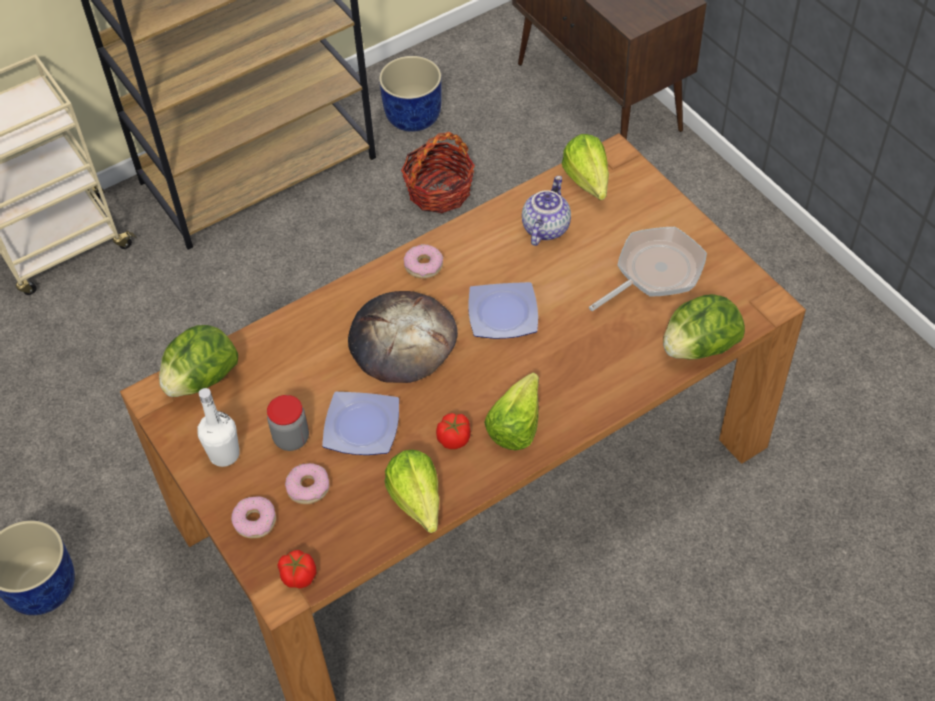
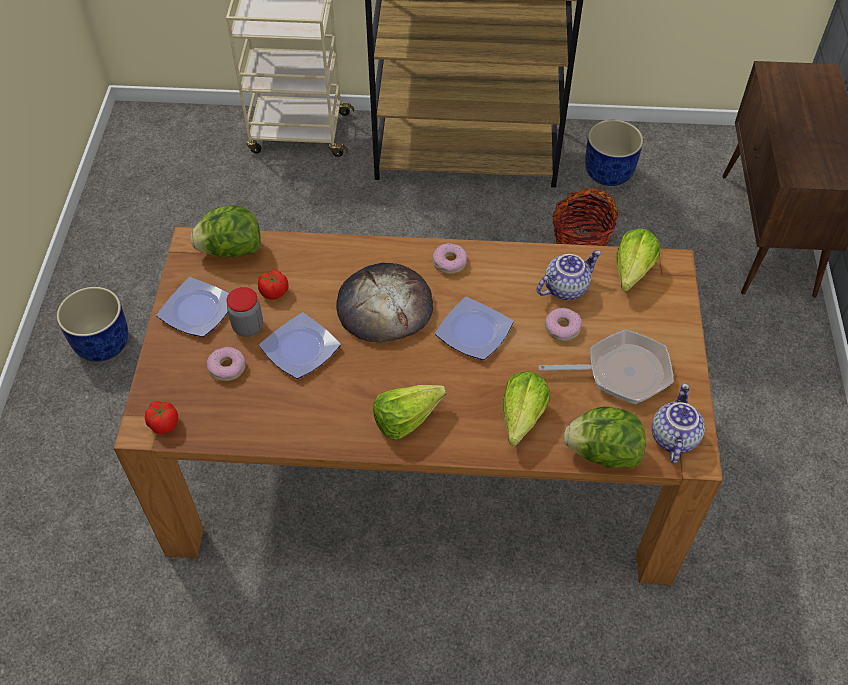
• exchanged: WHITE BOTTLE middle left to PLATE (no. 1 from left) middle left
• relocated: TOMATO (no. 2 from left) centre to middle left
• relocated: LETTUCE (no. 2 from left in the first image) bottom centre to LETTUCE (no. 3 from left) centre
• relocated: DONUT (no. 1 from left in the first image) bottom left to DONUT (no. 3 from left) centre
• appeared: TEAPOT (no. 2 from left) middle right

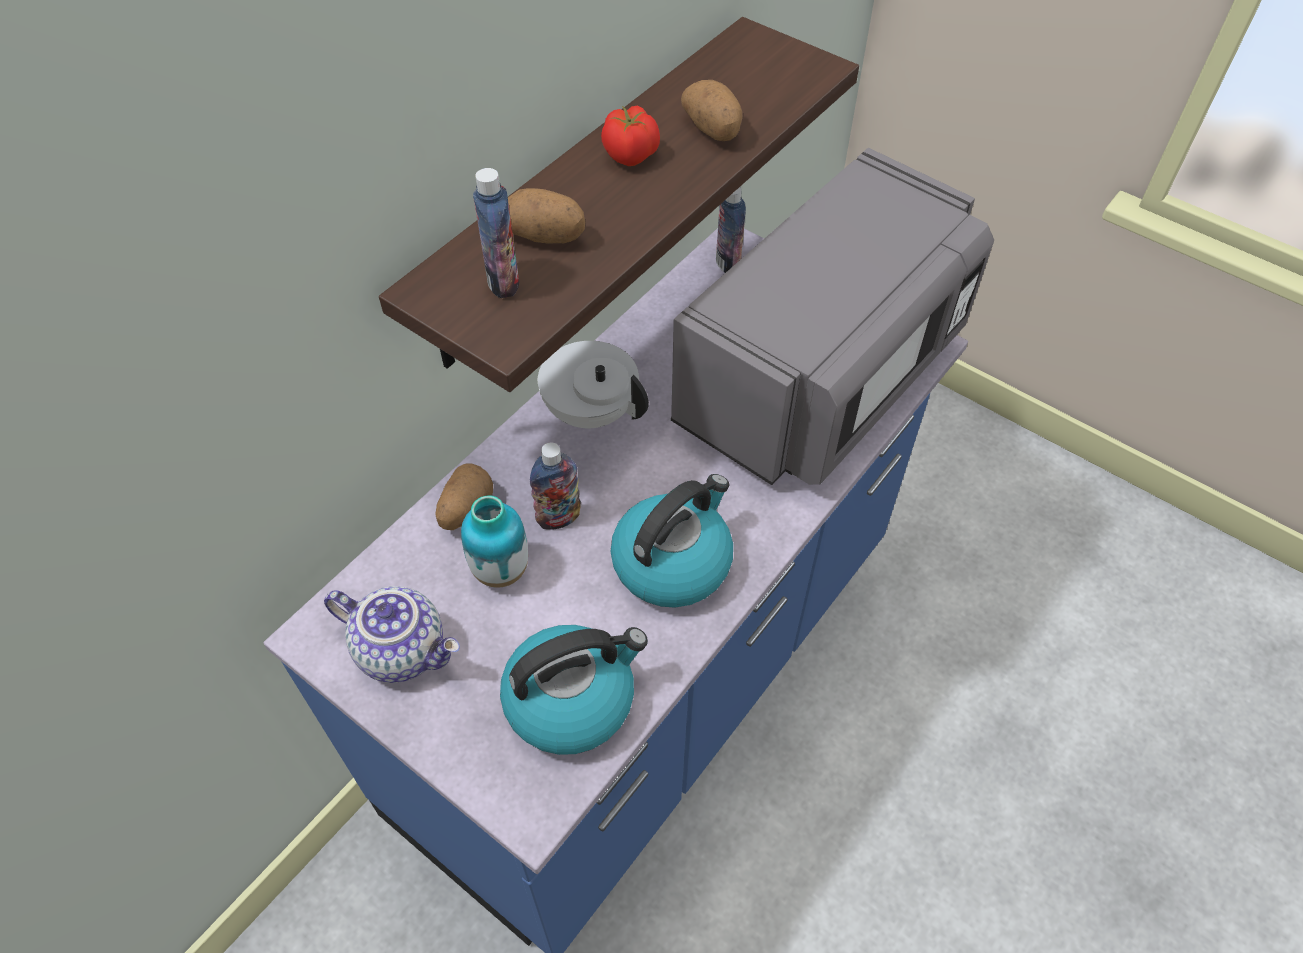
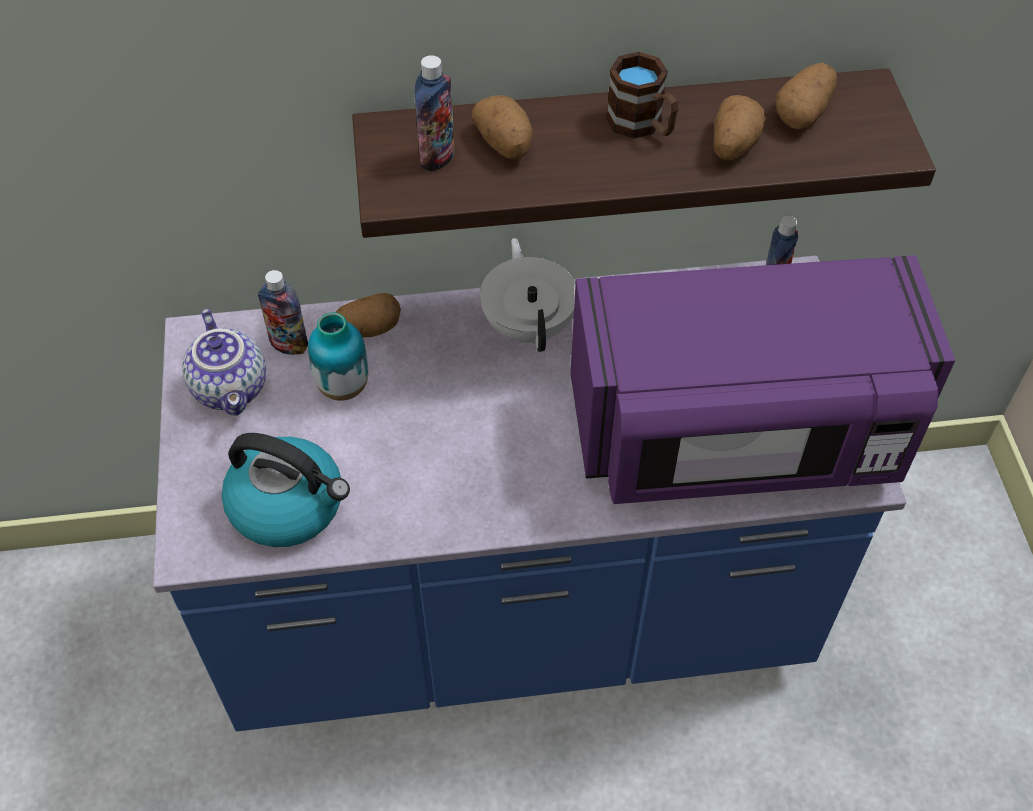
• exchanged: TOMATO top centre to BROWN MUG top centre
• colour: GREY MICROWAVE top centre to PURPLE MICROWAVE middle right
• relocated: BOTTLE (no. 2 from left in the first image) centre to BOTTLE (no. 1 from left) middle left
• missing: KETTLE (no. 2 from left) centre
• appeared: POTATO (no. 4 from left) top right

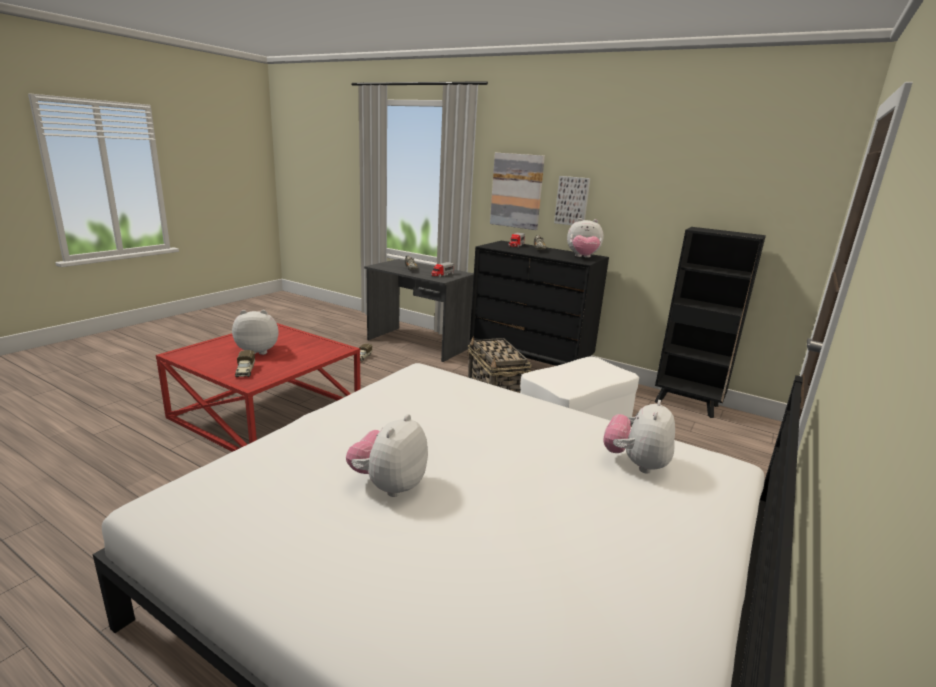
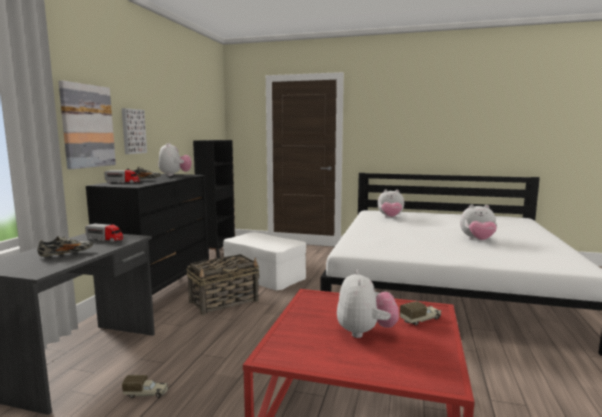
• spun: PLUSH TOY (no. 1 from left in the first image) middle left = bottom centre 150 degrees counterclockwise

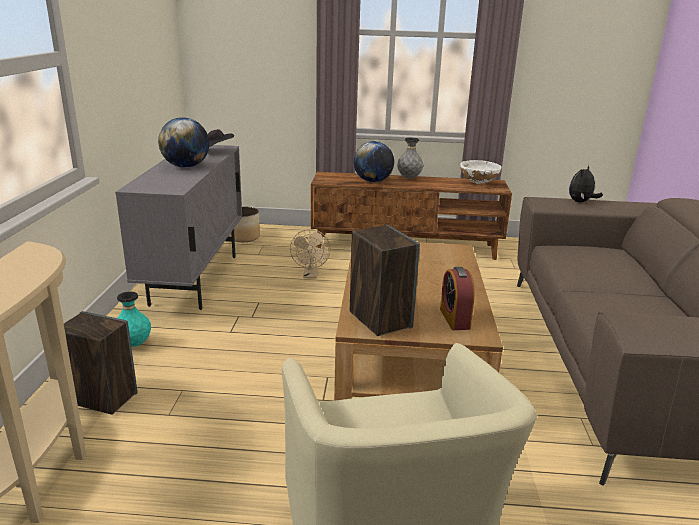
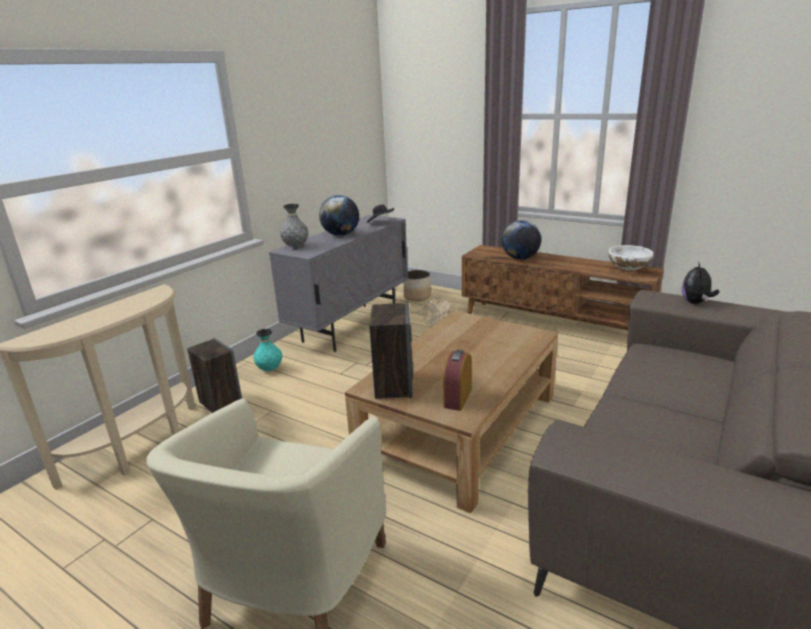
• relocated: GREY VASE top centre to centre
• spun: PLUSH TOY middle right = middle right 45 degrees counterclockwise

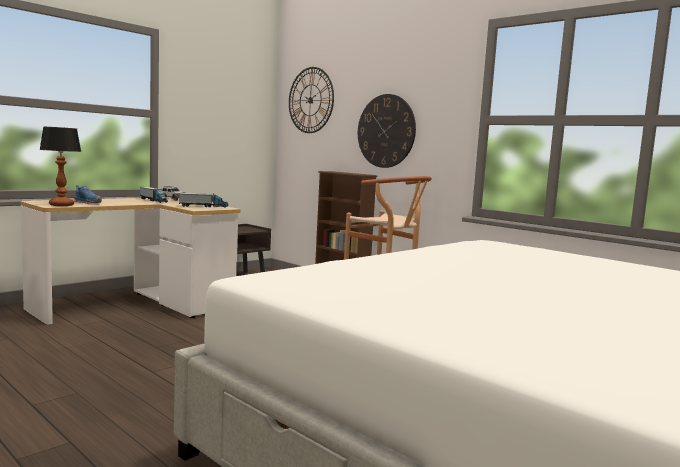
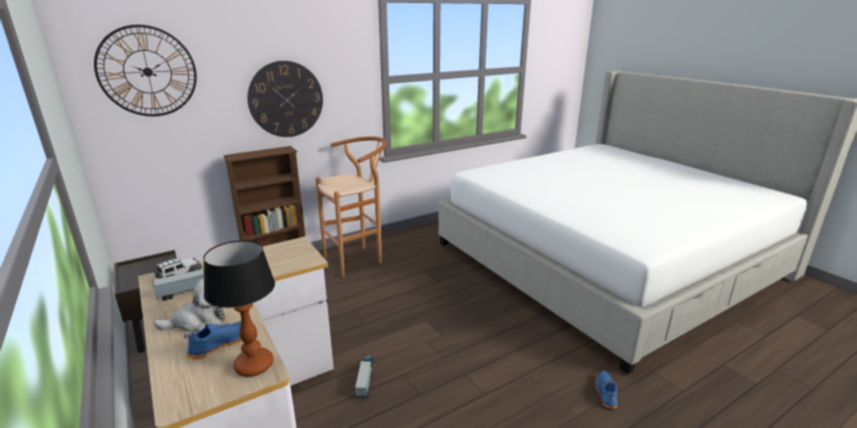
• relocated: TOY TRUCK (no. 2 from left) middle left to bottom centre
• appeared: PLUSH TOY bottom left
• appeared: BLUE SHOE (no. 2 from left) bottom right

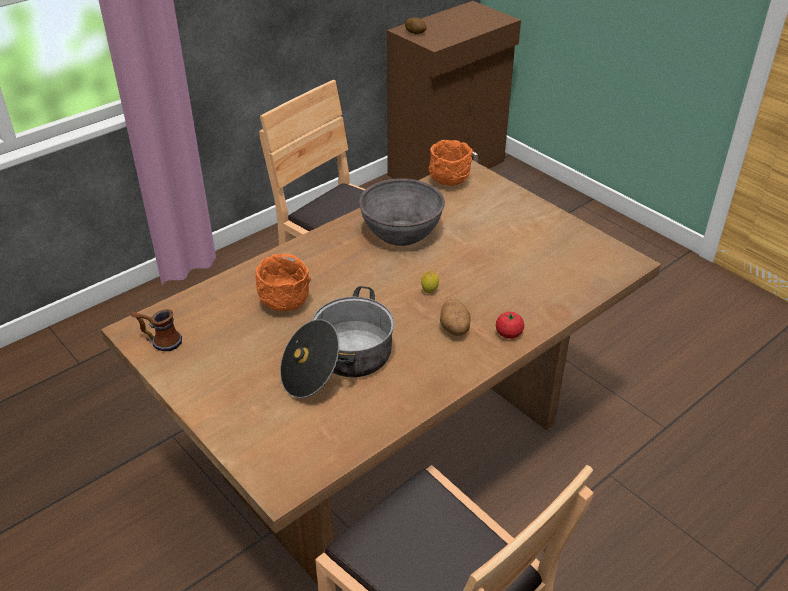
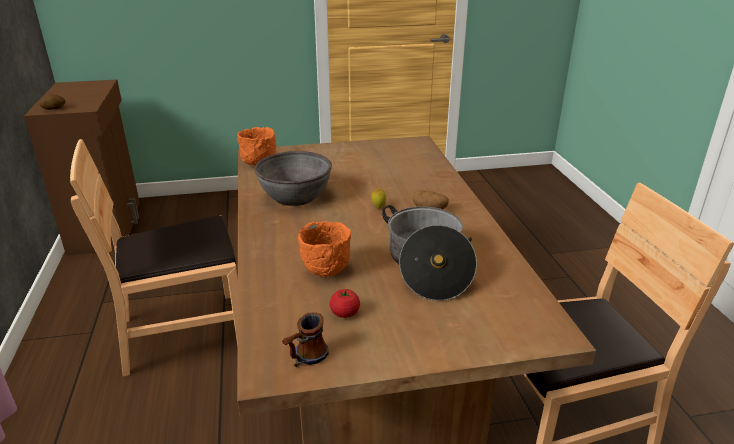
• relocated: TOMATO centre to bottom centre

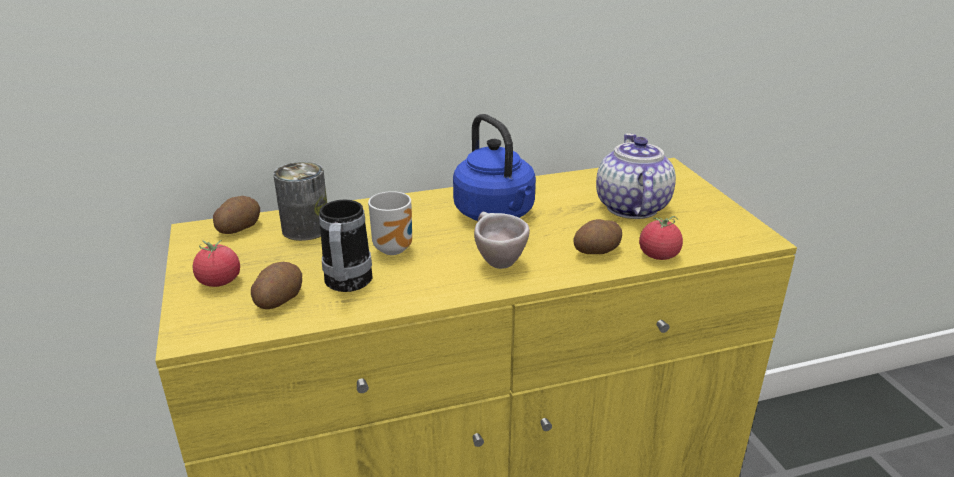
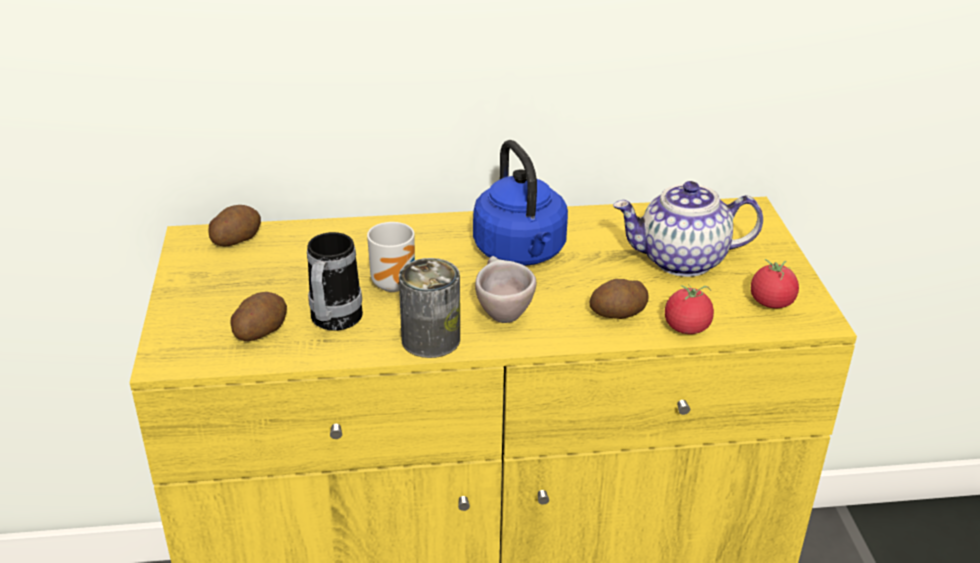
• spun: TEAPOT middle right = middle right 105 degrees counterclockwise
• relocated: CAN middle left to centre
• relocated: TOMATO (no. 1 from left in the first image) middle left to TOMATO (no. 2 from left) middle right

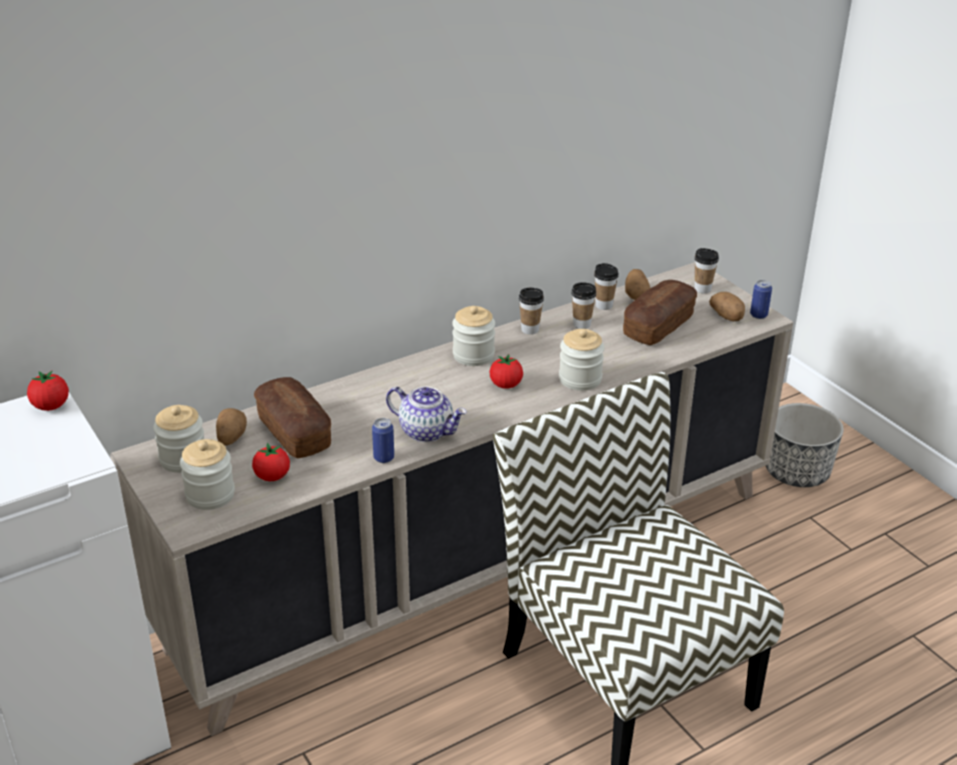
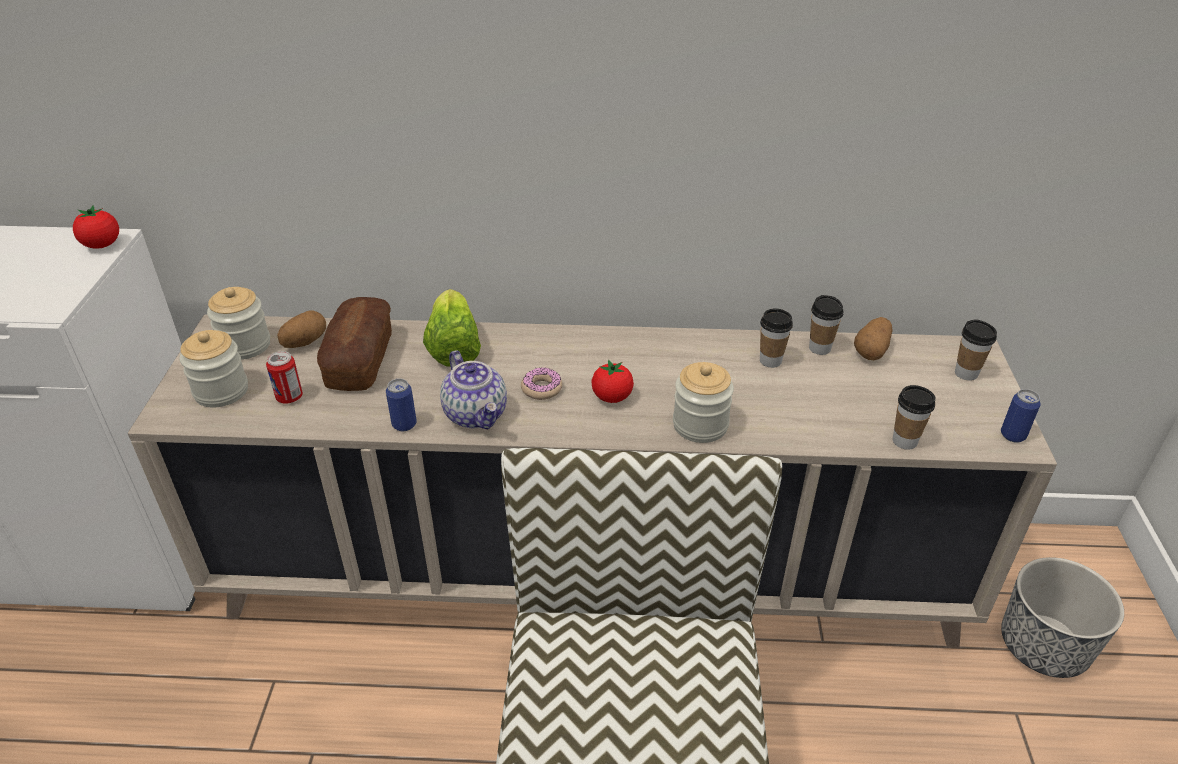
• missing: BREAD (no. 2 from left) middle right
• relocated: CUP (no. 1 from left in the first image) centre to CUP (no. 3 from left) middle right
• missing: POTATO (no. 3 from left) middle right
• missing: JAR (no. 3 from left) centre
• exchanged: TOMATO (no. 2 from left) middle left to CAN (no. 1 from left) middle left
• appeared: LETTUCE centre
• appeared: DONUT centre

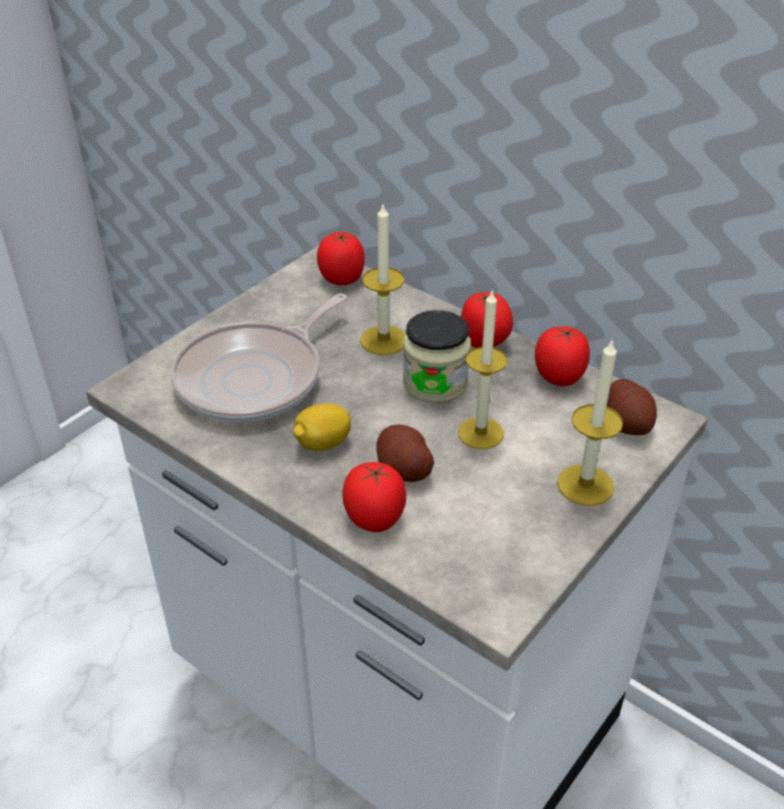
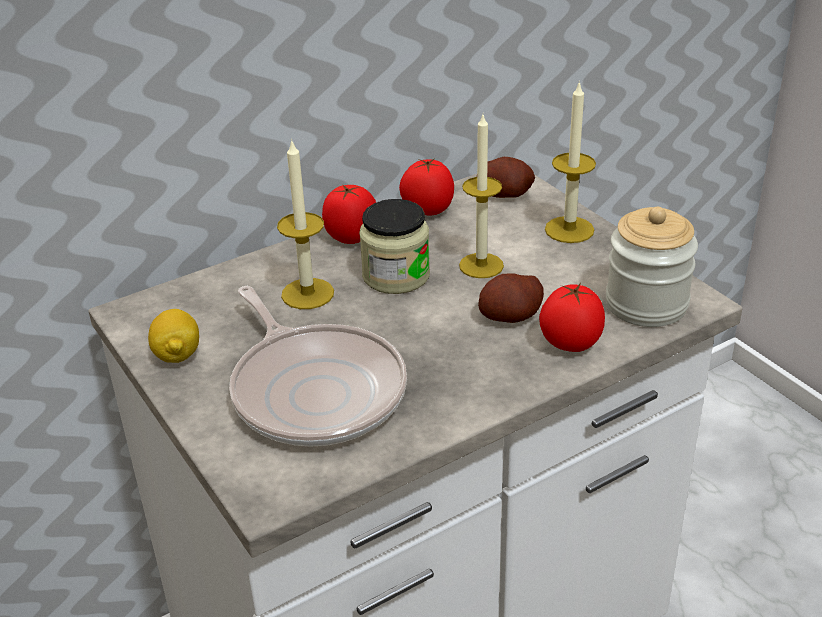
• missing: TOMATO (no. 1 from left) top centre
• relocated: LEMON centre to middle left
• appeared: JAR (no. 2 from left) middle right

